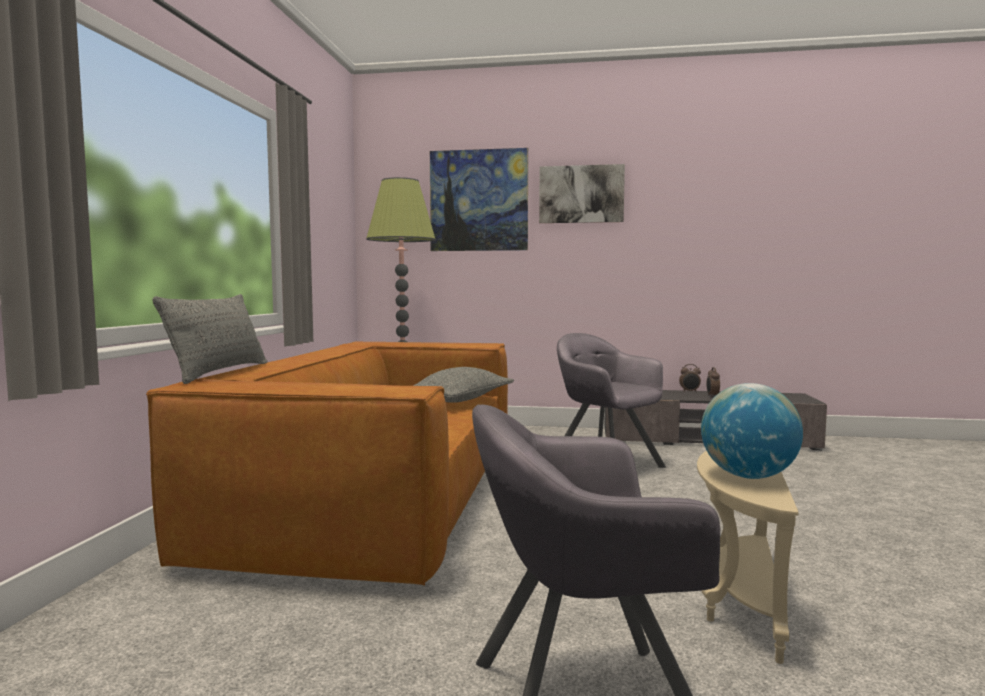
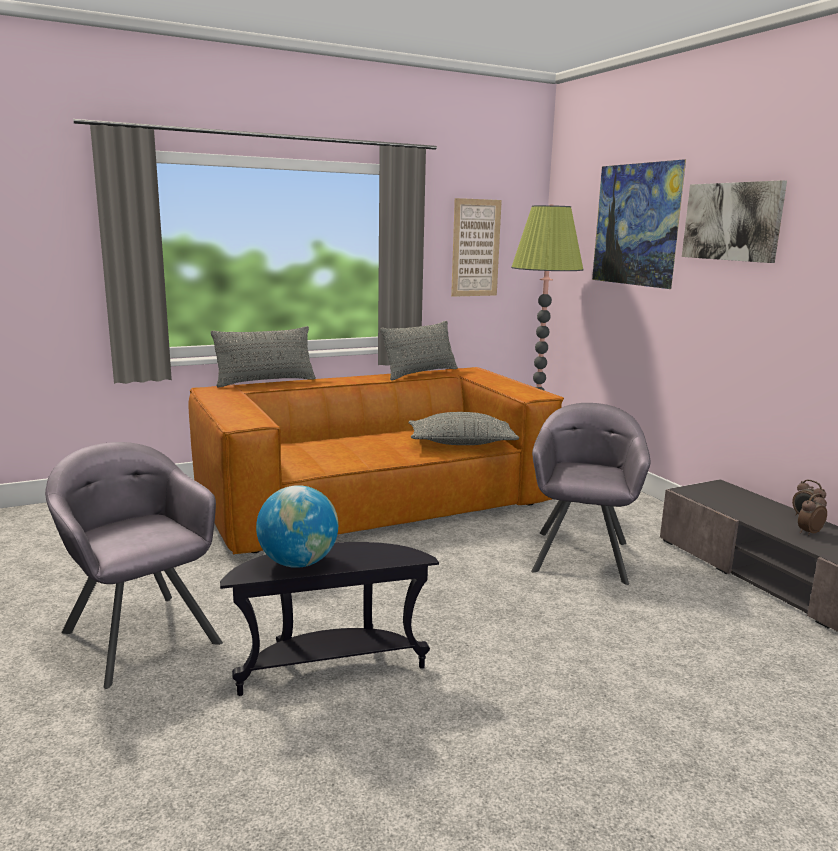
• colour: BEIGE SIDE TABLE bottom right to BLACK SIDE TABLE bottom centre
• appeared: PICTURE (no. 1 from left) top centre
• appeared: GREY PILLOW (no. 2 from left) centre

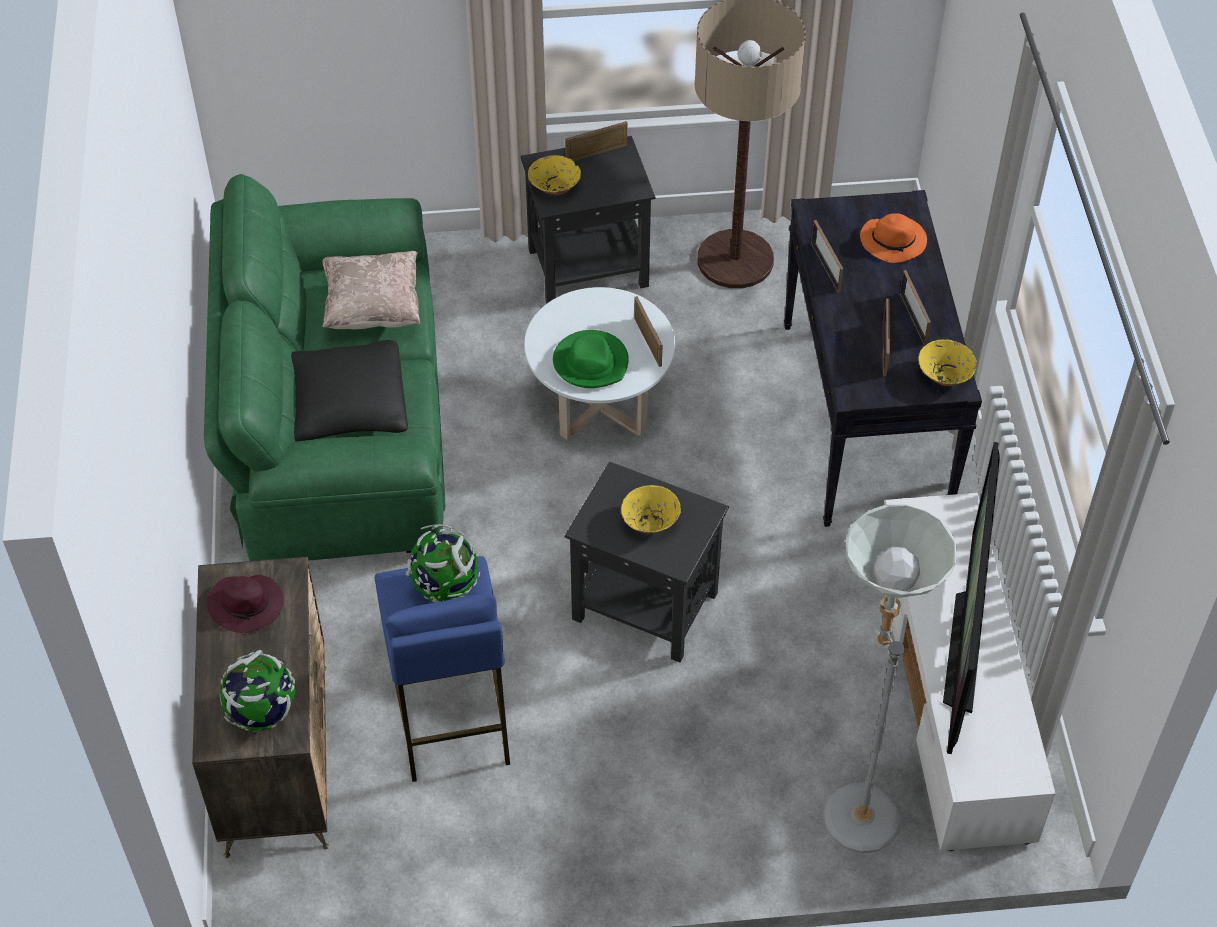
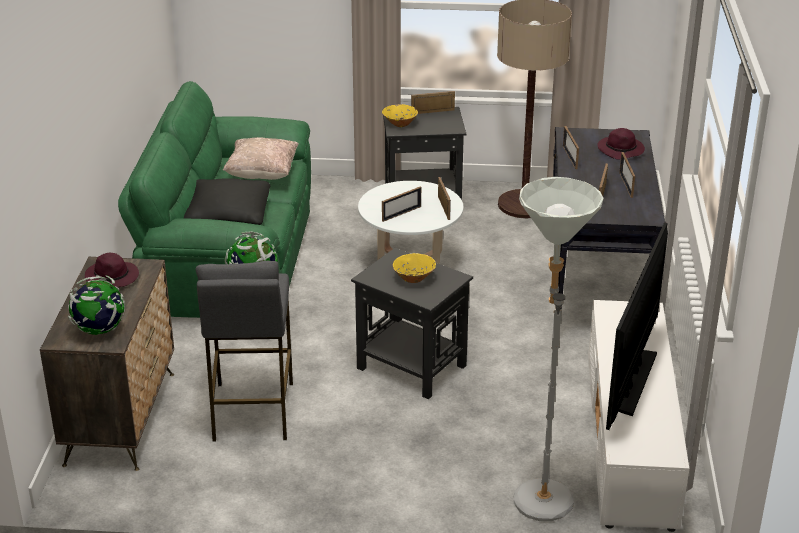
• colour: ORANGE HAT top right to PURPLE HAT (no. 2 from left) top right
• exchanged: GREEN HAT centre to PICTURE FRAME (no. 1 from left) centre
• missing: YELLOW BOWL (no. 3 from left) middle right
• colour: BLUE STOOL bottom centre to GREY STOOL middle left

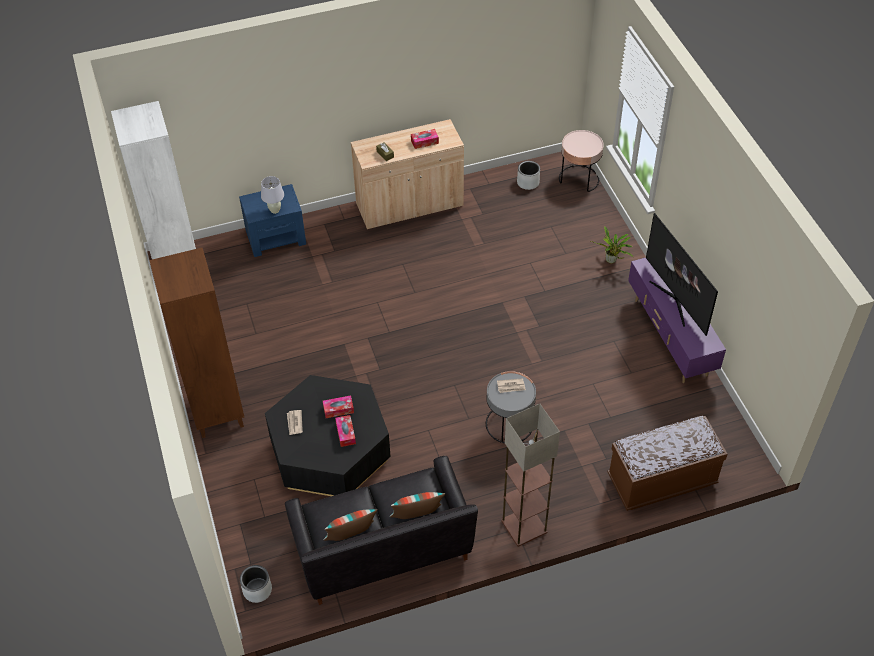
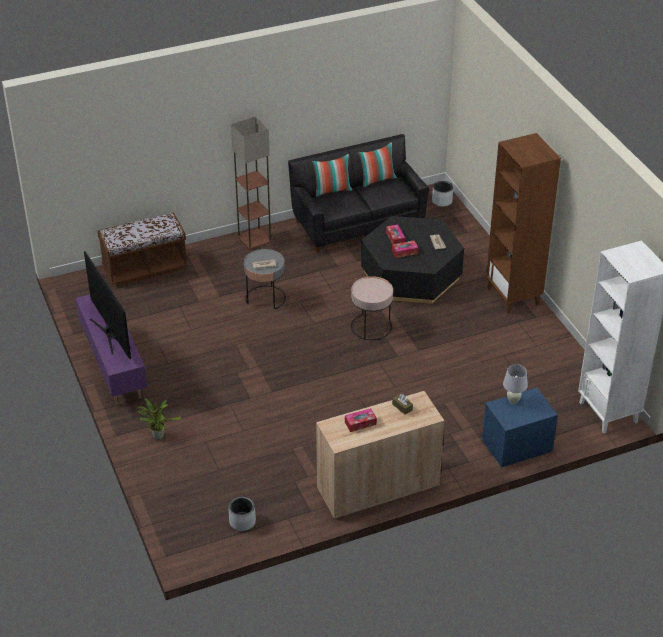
• relocated: PINK SIDE TABLE top centre to centre

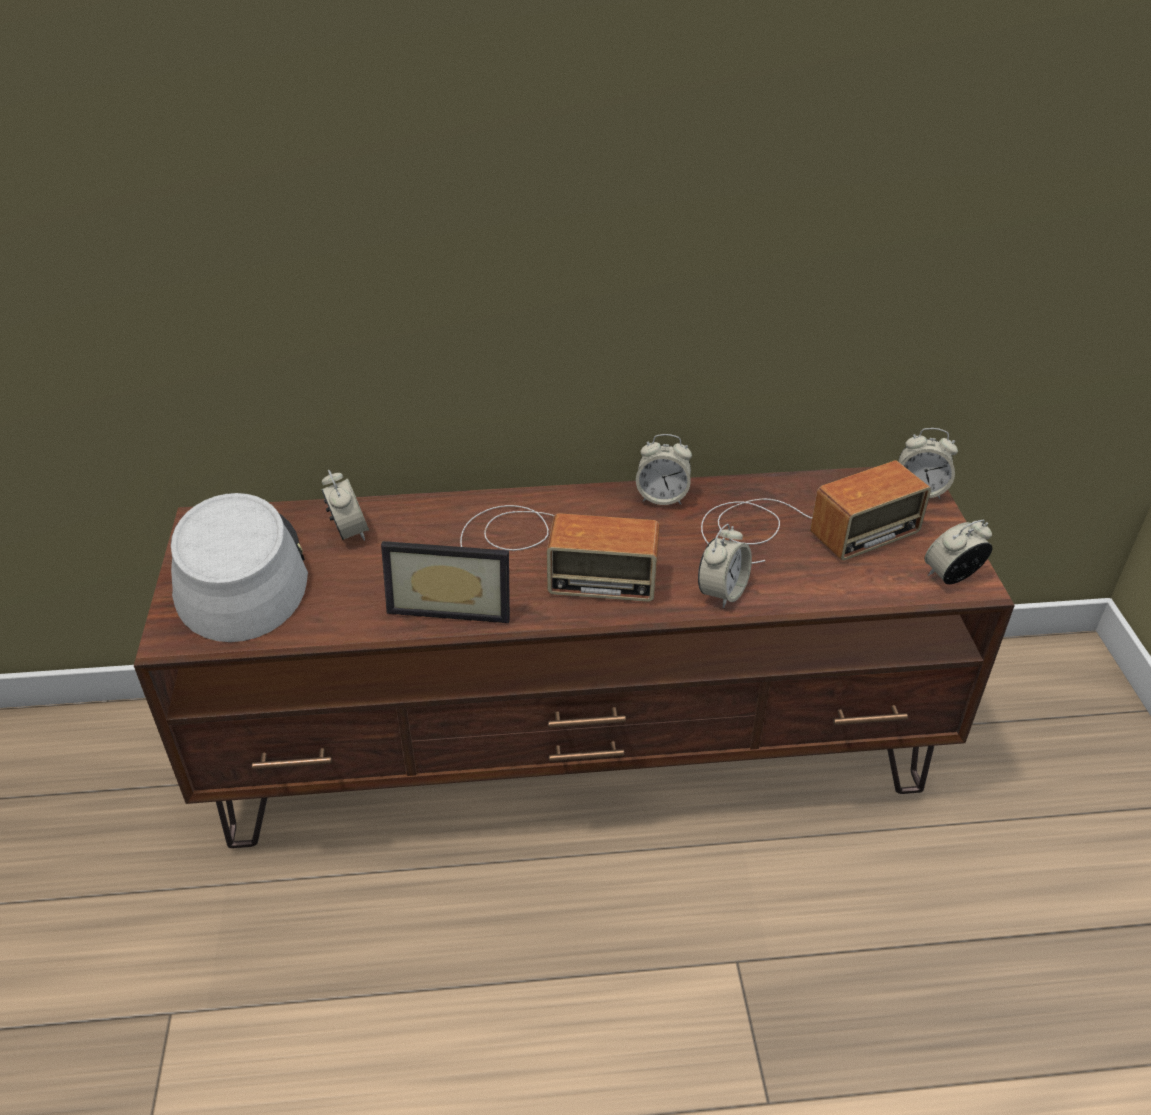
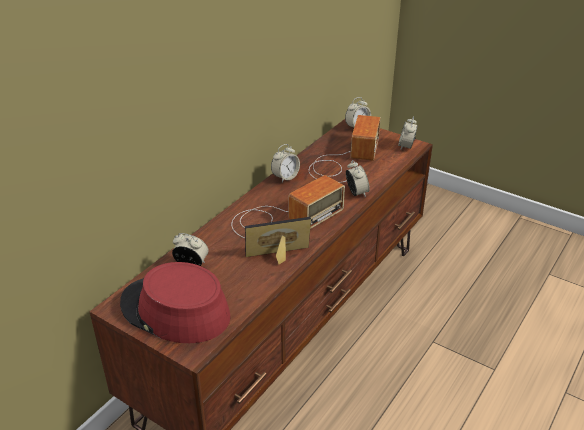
• colour: GREY HAT middle left to RED HAT bottom left
• spun: PICTURE FRAME centre = centre 150 degrees counterclockwise

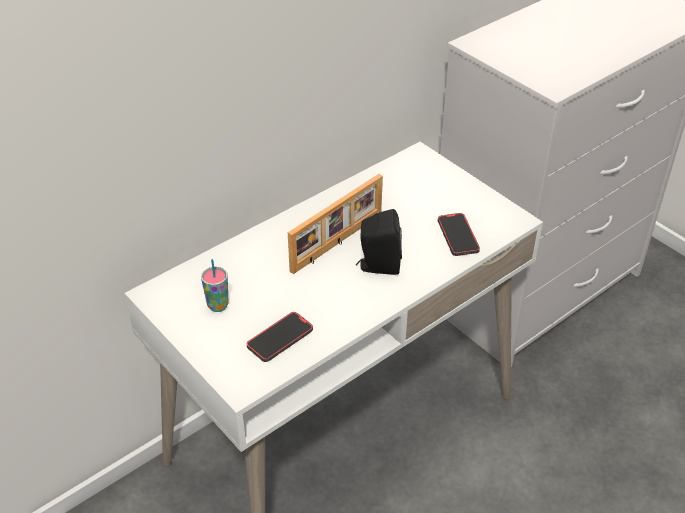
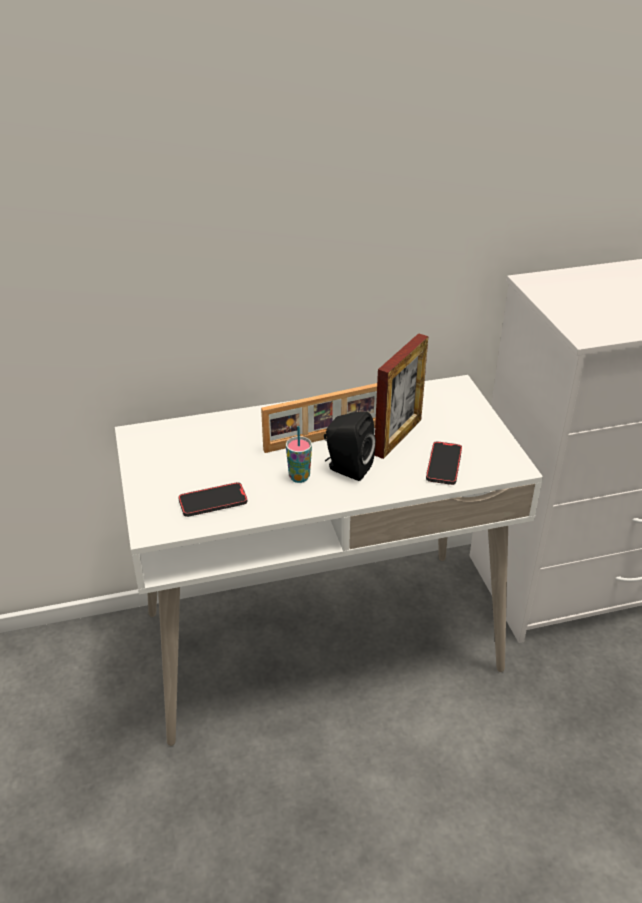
• relocated: CUP middle left to centre
• appeared: PICTURE FRAME (no. 2 from left) centre

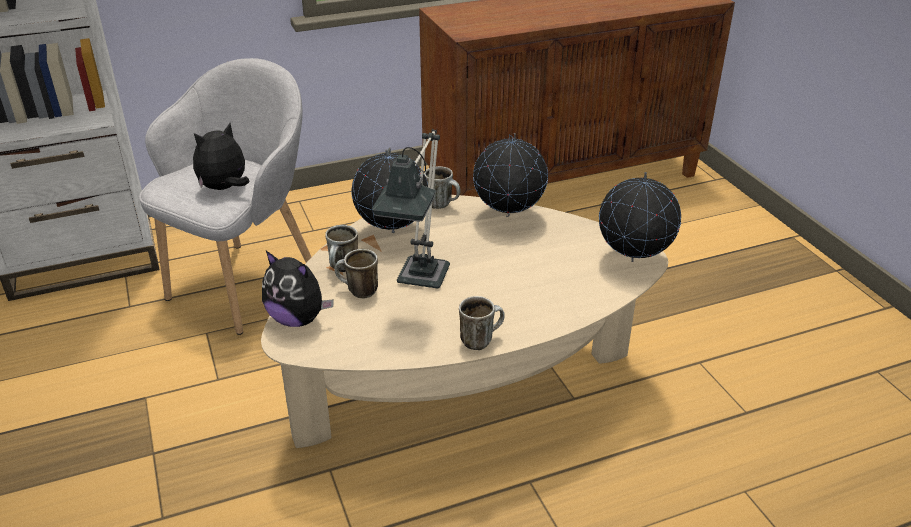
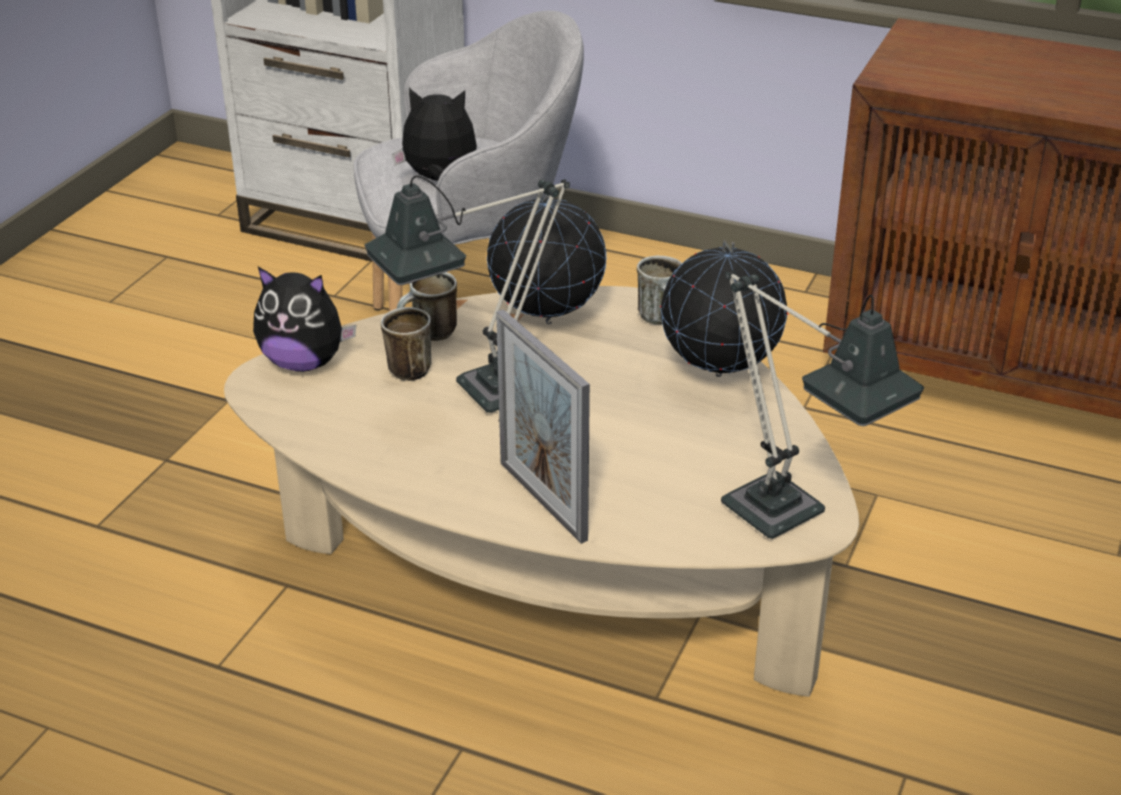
• exchanged: GLOBE (no. 3 from left) middle right to TABLE LAMP (no. 2 from left) middle right
• spun: PLUSH TOY (no. 2 from left in the first image) middle left = middle left 60 degrees counterclockwise
• missing: MUG (no. 4 from left) centre
• appeared: PICTURE FRAME centre

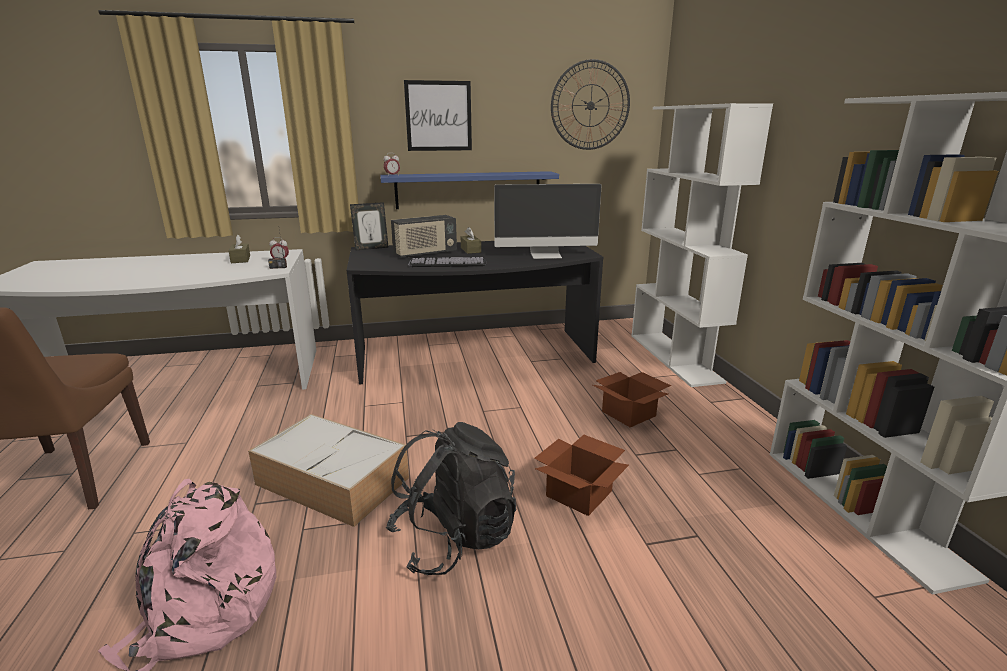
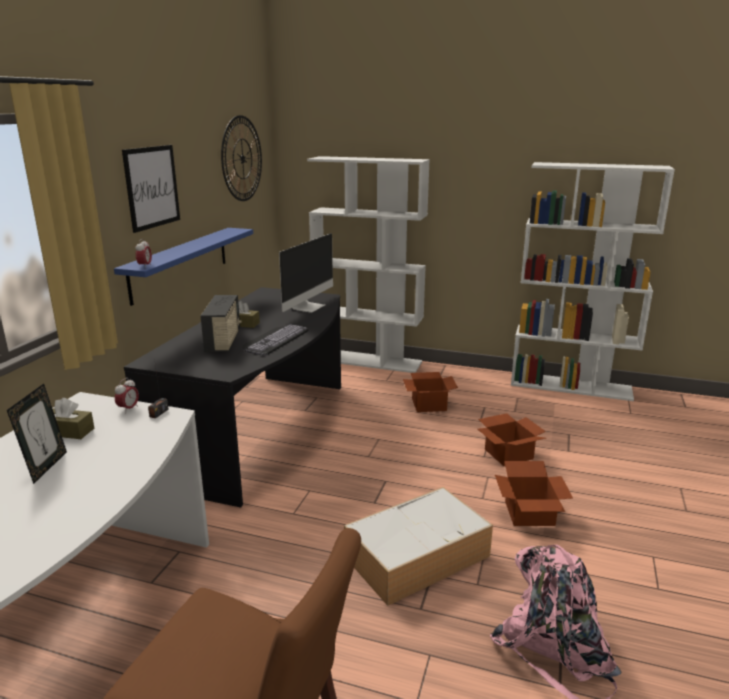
• relocated: PICTURE FRAME centre to middle left
• exchanged: BLACK BACKPACK bottom centre to CARDBOARD BOX (no. 3 from left) bottom right

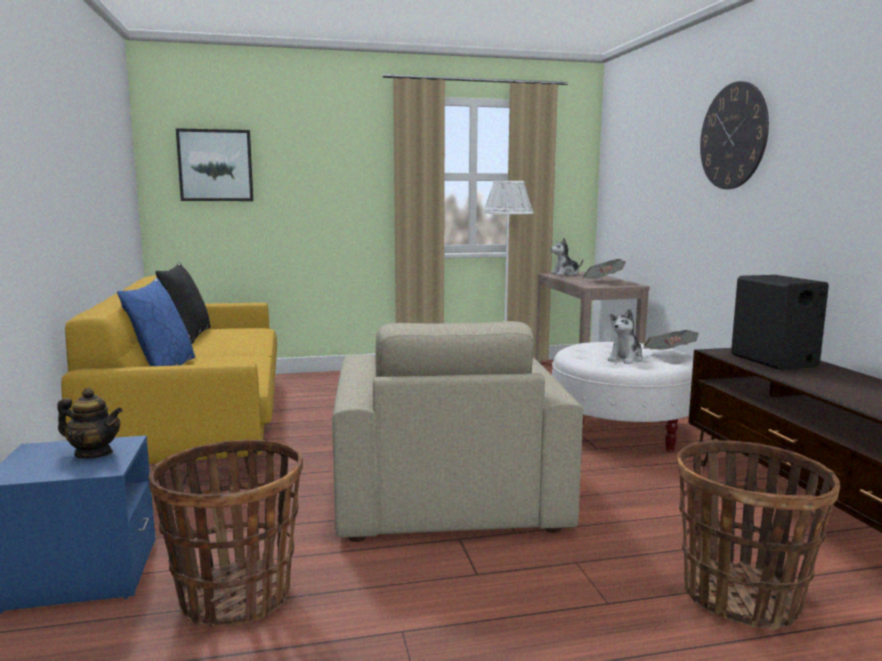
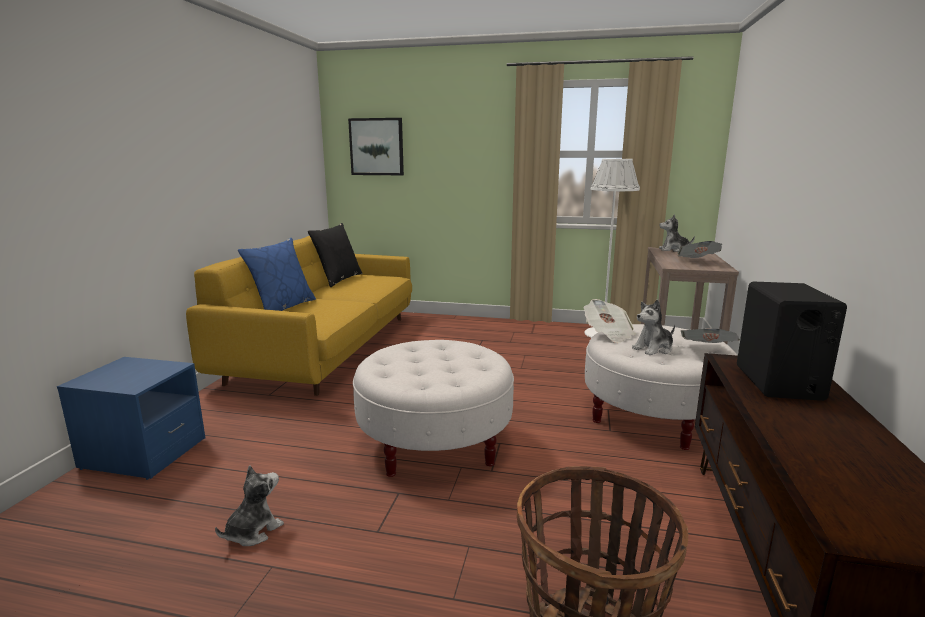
• missing: WALL CLOCK top right
• exchanged: BEIGE ARMCHAIR centre to WHITE OTTOMAN (no. 1 from left) centre
• missing: TEAPOT middle left
• missing: BASKET (no. 1 from left) bottom left
• appeared: NEWSPAPER (no. 1 from left) centre
• appeared: PLUSH TOY (no. 1 from left) bottom left

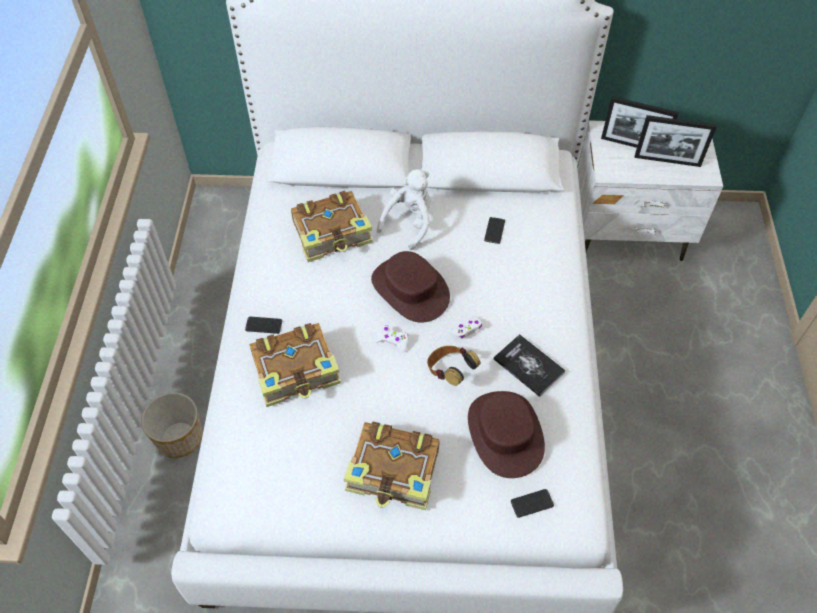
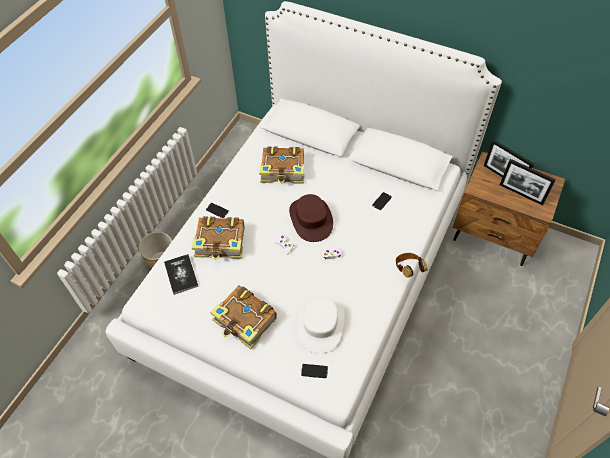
• colour: WHITE NIGHTSTAND top right to BROWN NIGHTSTAND middle right
• missing: WHITE PLUSH TOY centre
• relocated: BOOK (no. 4 from left in the first image) centre to BOOK (no. 1 from left) middle left
• relocated: HEADPHONES centre to middle right
• colour: BROWN HAT (no. 2 from left) bottom centre to WHITE HAT bottom centre

